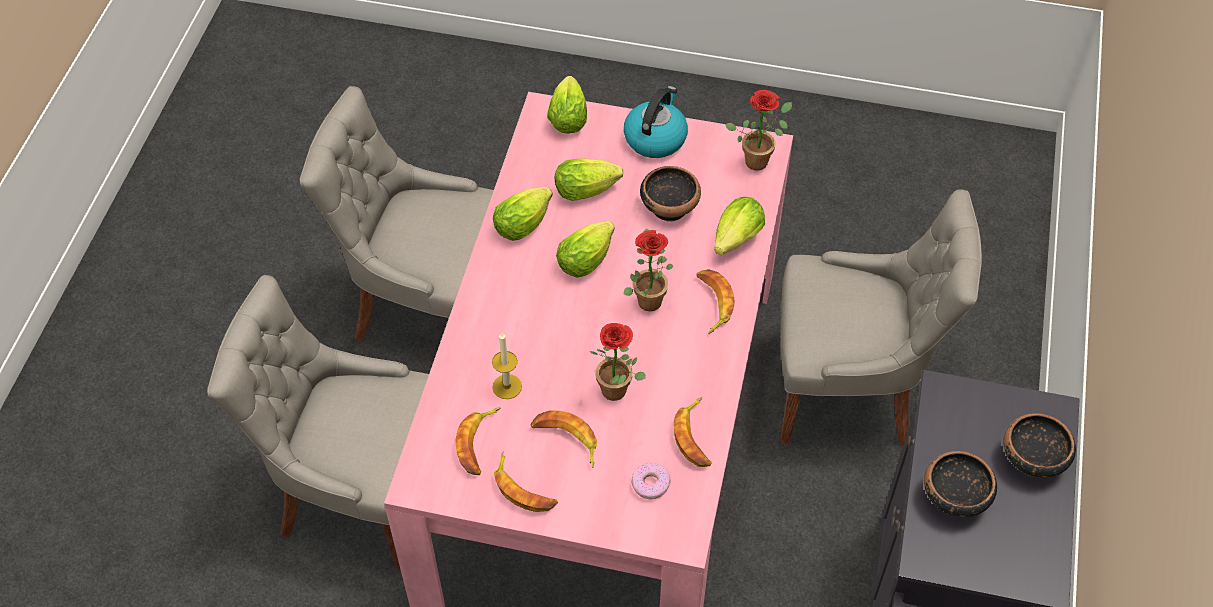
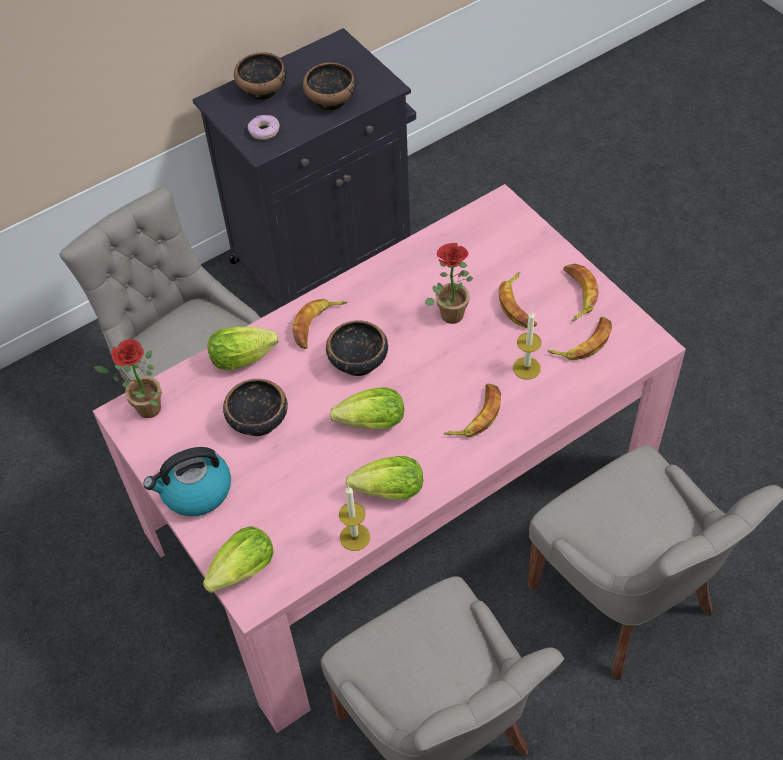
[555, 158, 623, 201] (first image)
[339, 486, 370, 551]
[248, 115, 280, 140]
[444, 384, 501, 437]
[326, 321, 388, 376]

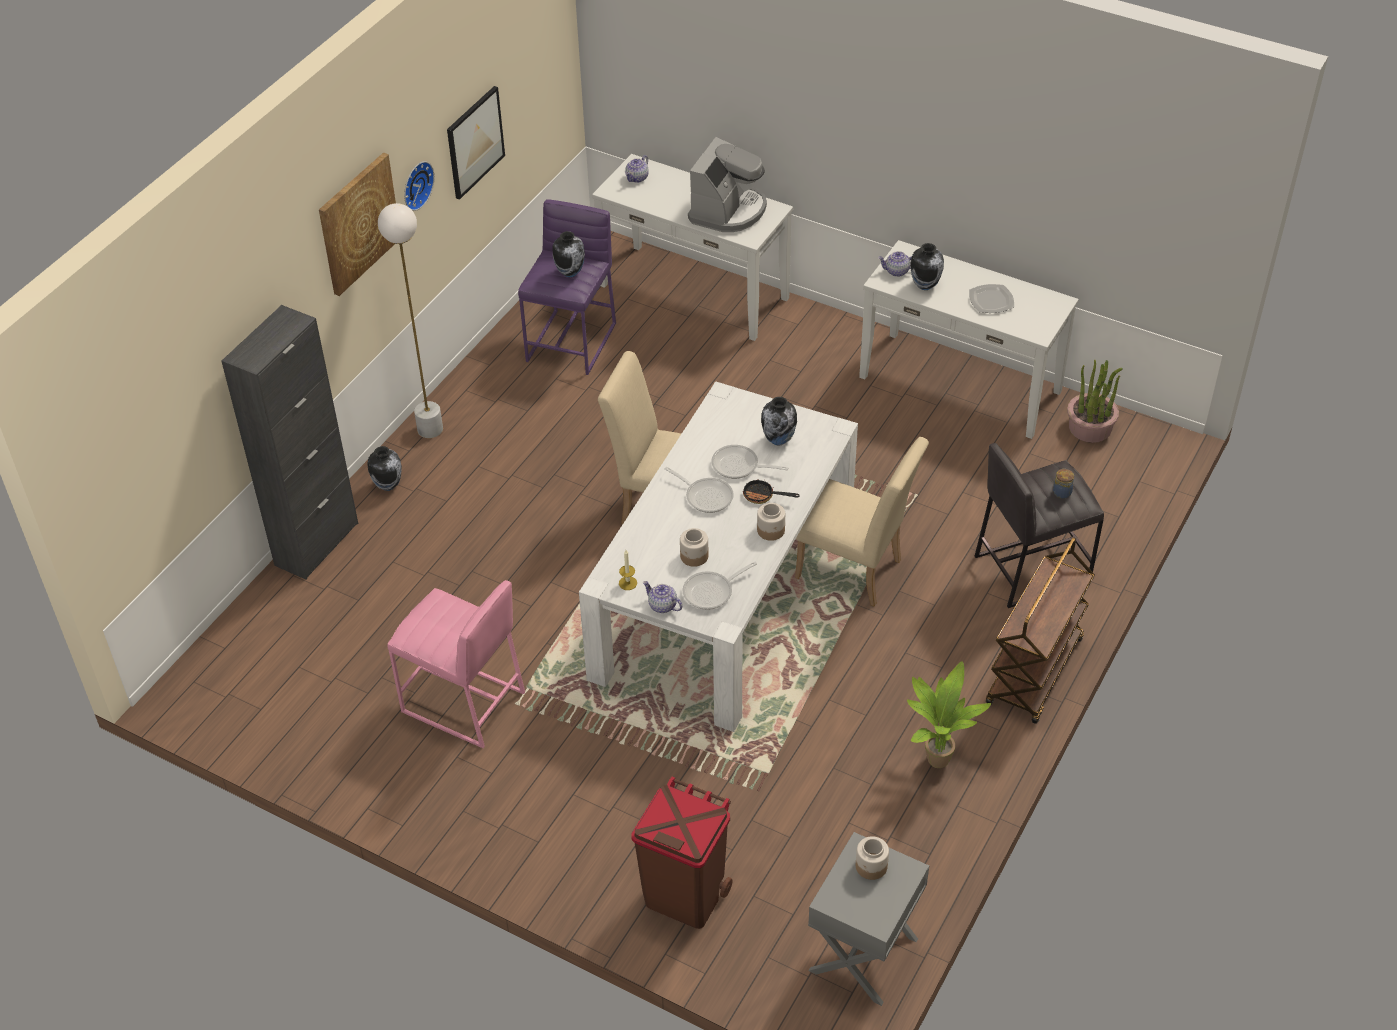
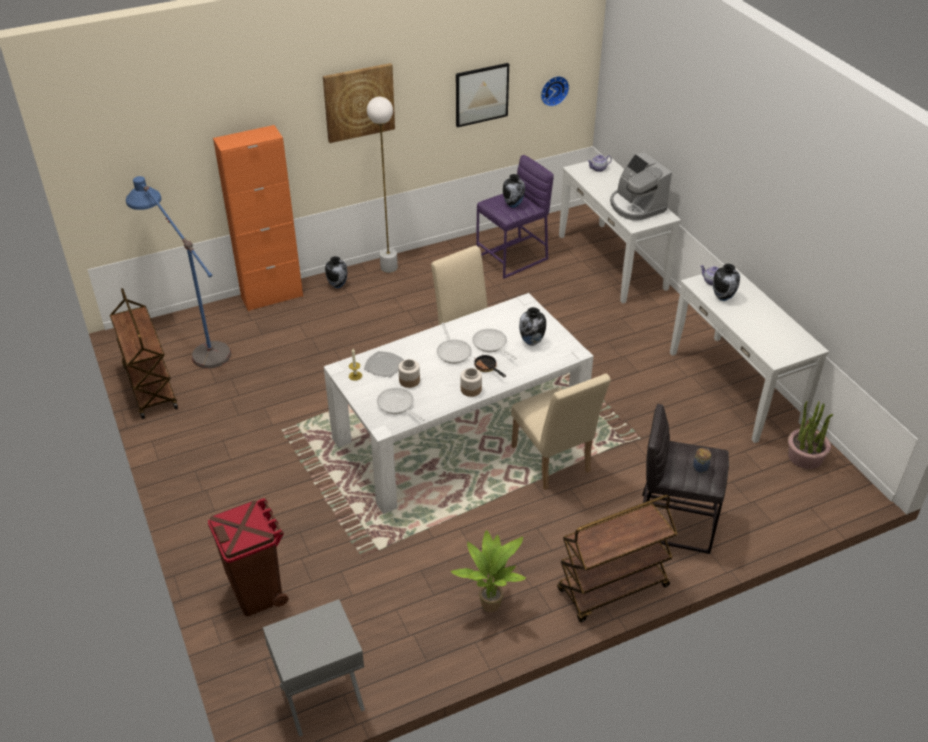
[387, 580, 525, 748] (first image)
[643, 581, 682, 613] (first image)
[856, 836, 889, 880] (first image)
[110, 288, 178, 419]
[126, 176, 231, 369]
[541, 76, 569, 107]
[364, 351, 404, 377]
[213, 125, 303, 311]
[377, 388, 425, 421]
[610, 152, 672, 221]

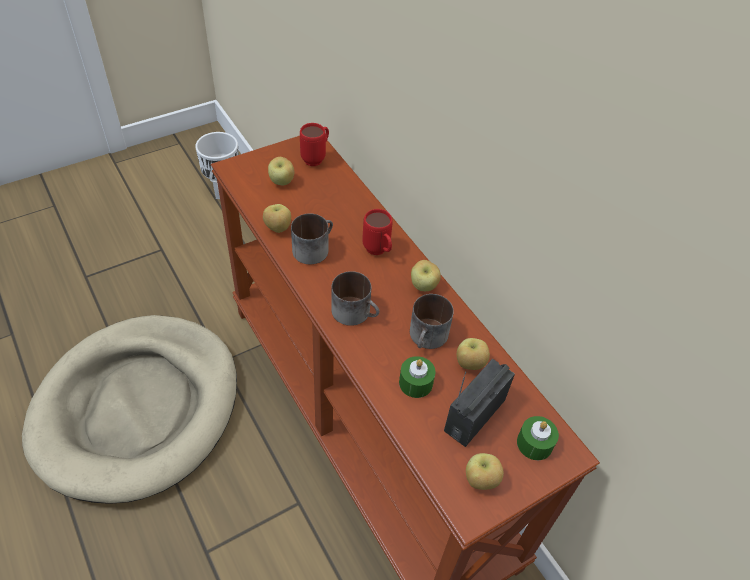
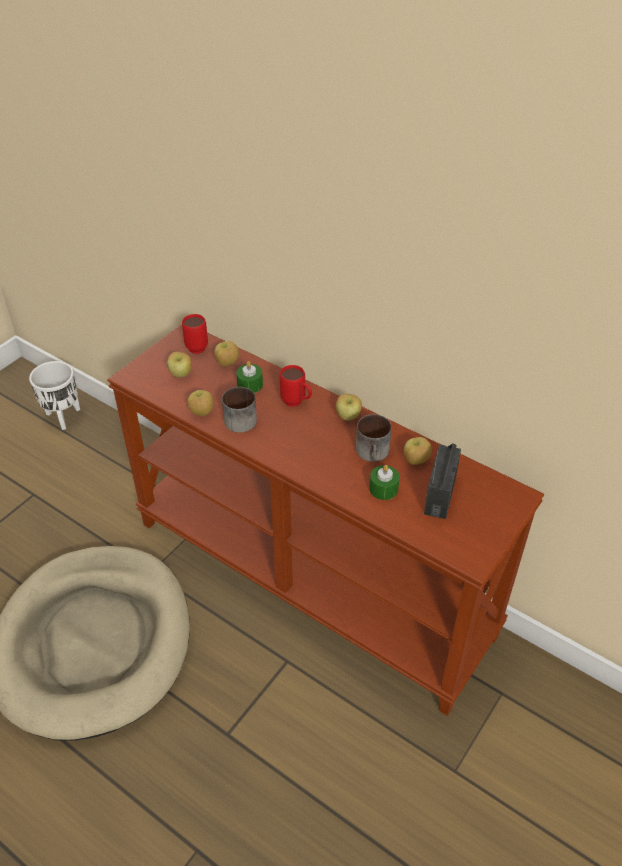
[331, 271, 380, 326] (first image)
[214, 341, 239, 366]
[236, 361, 263, 393]

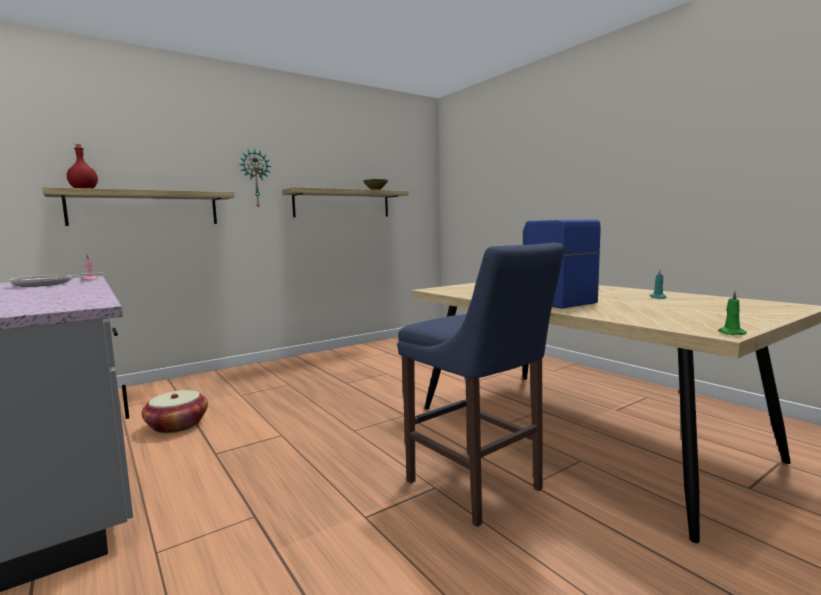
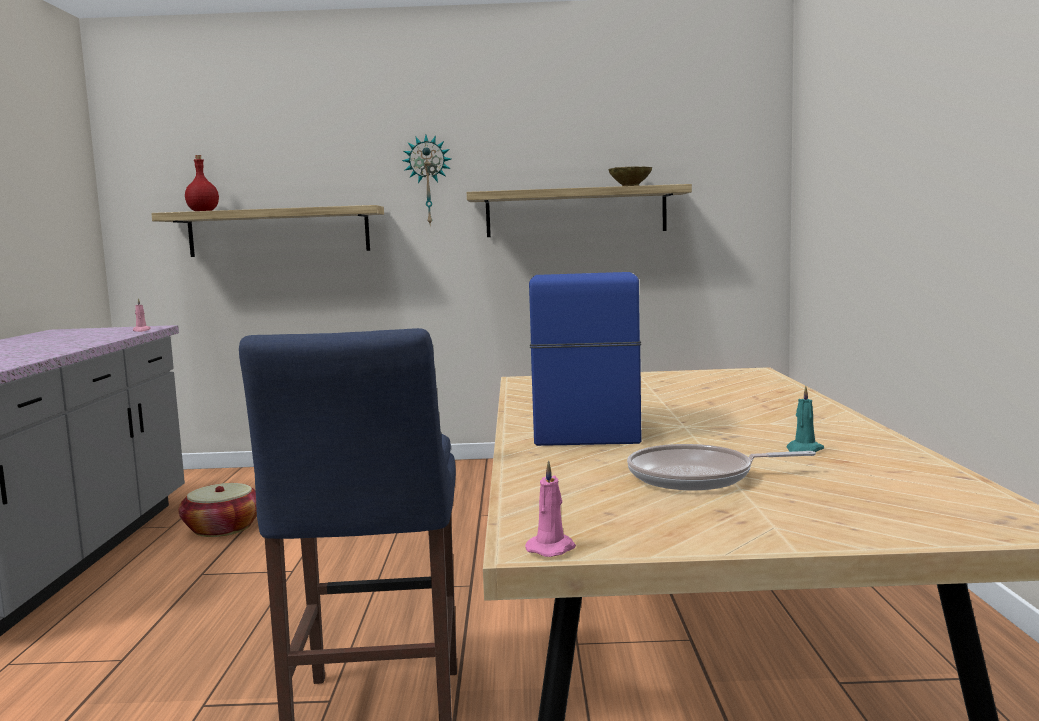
[627, 444, 816, 490]
[525, 460, 576, 557]

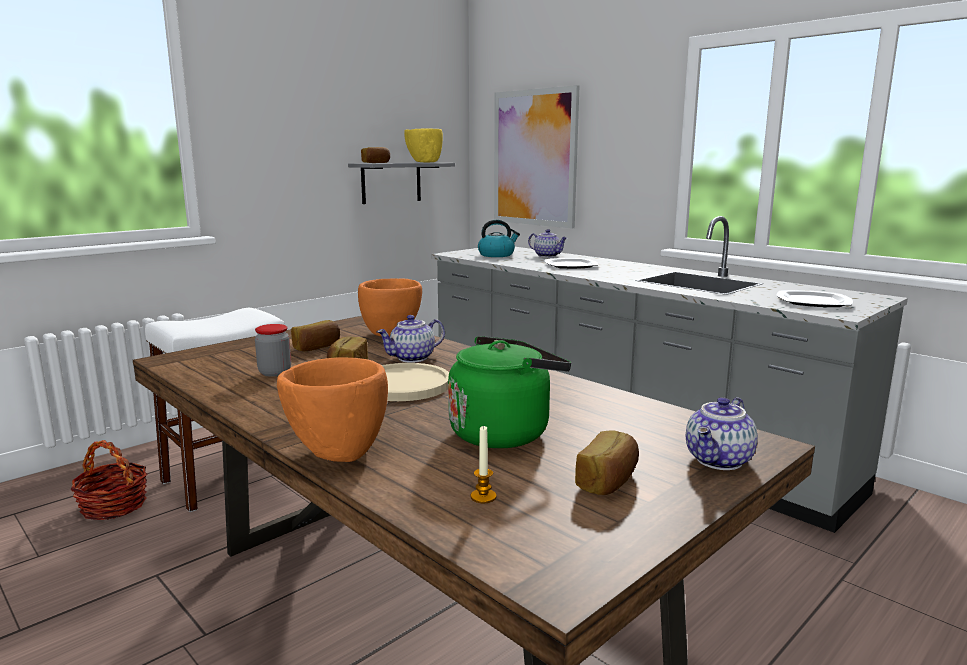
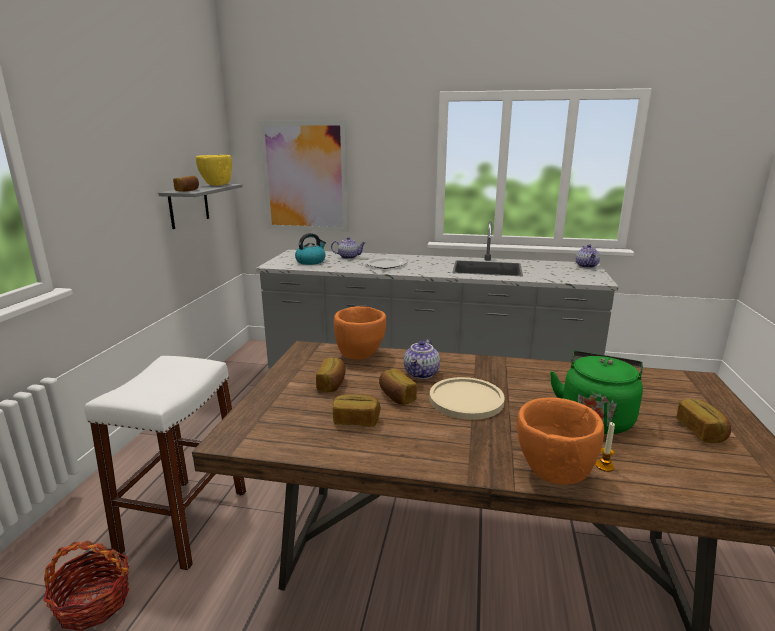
[776, 290, 853, 307] (first image)
[596, 422, 615, 472]
[576, 244, 600, 268]
[333, 394, 381, 427]

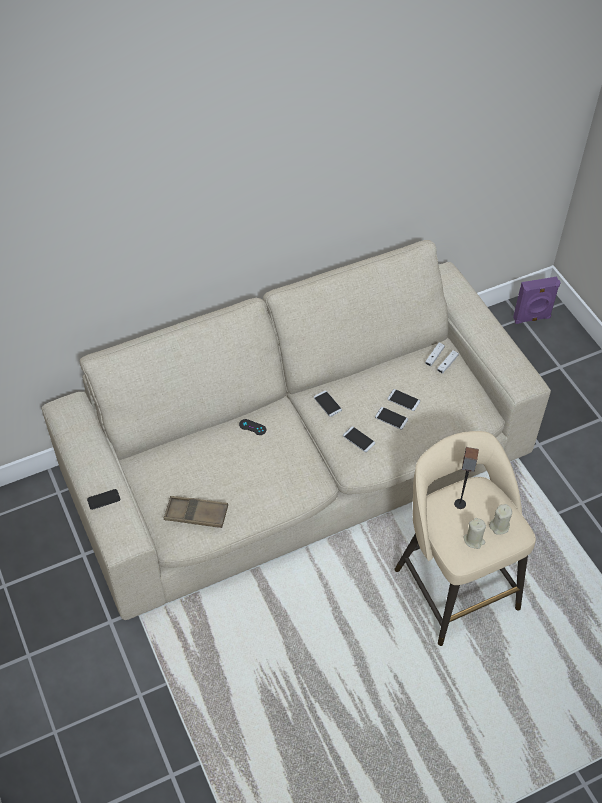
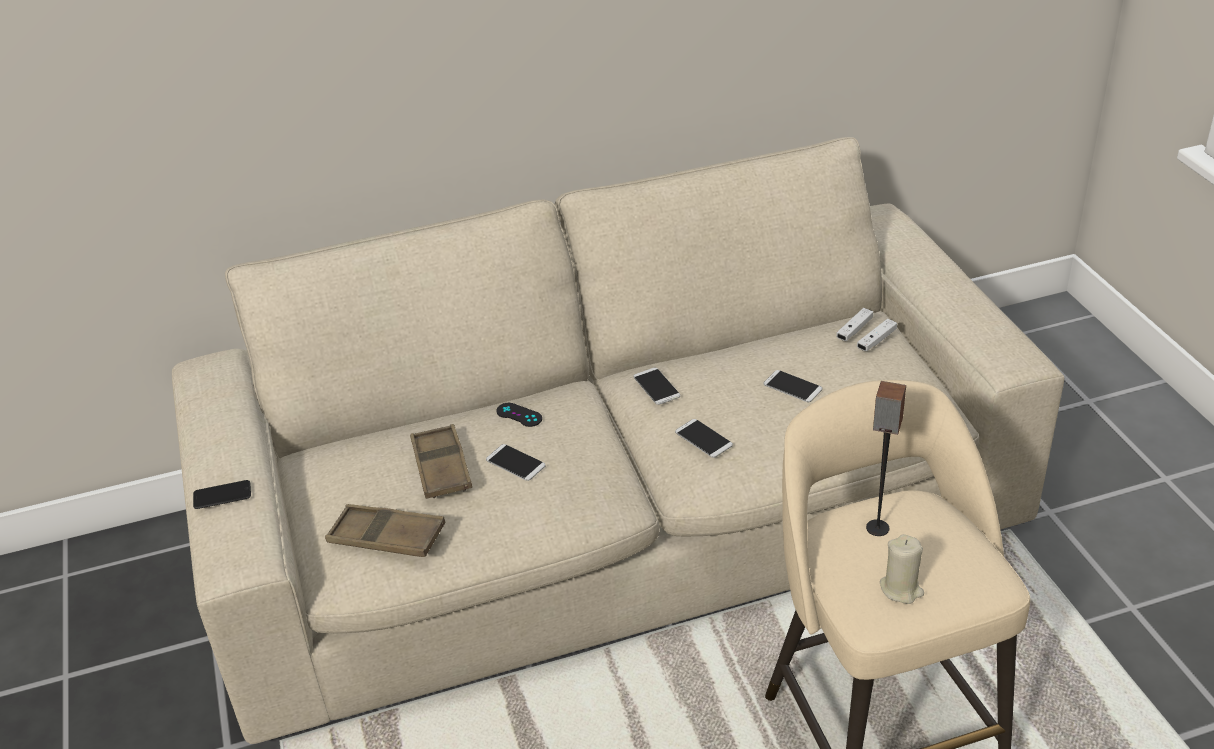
[489, 504, 512, 535] (first image)
[513, 277, 561, 324] (first image)
[410, 424, 472, 499]
[486, 444, 546, 481]

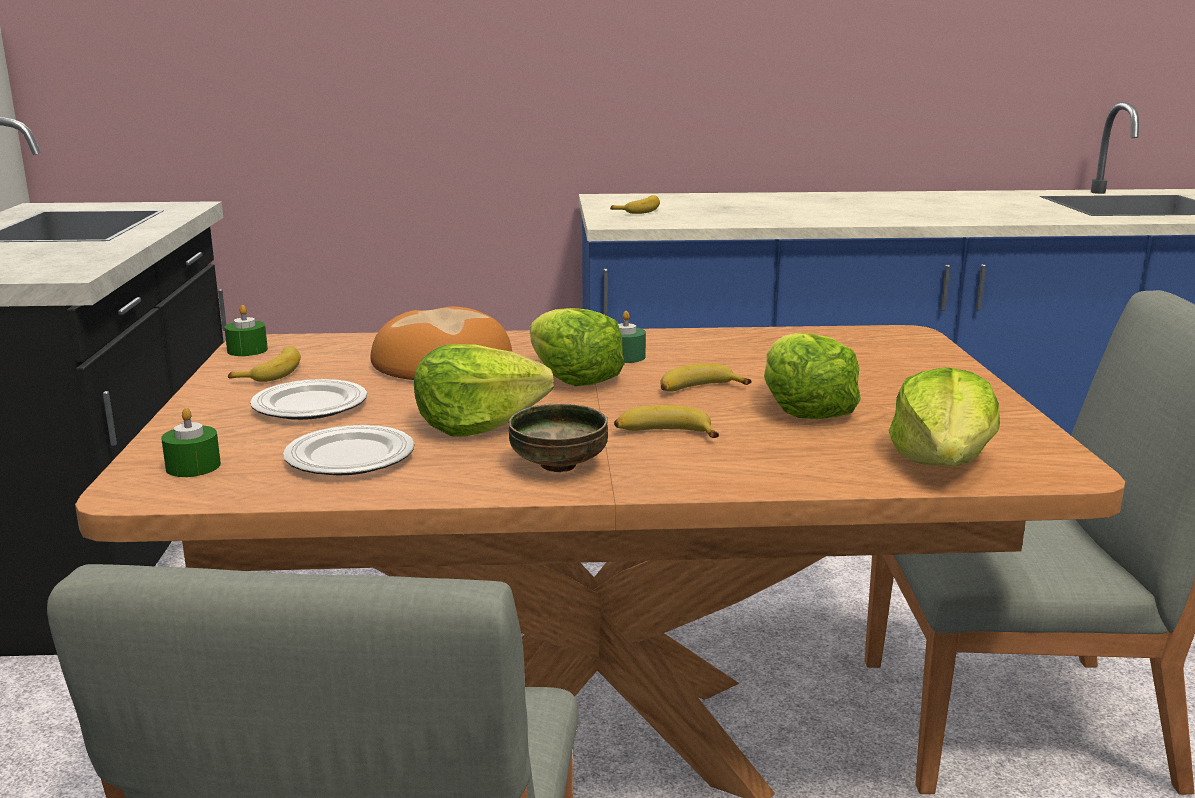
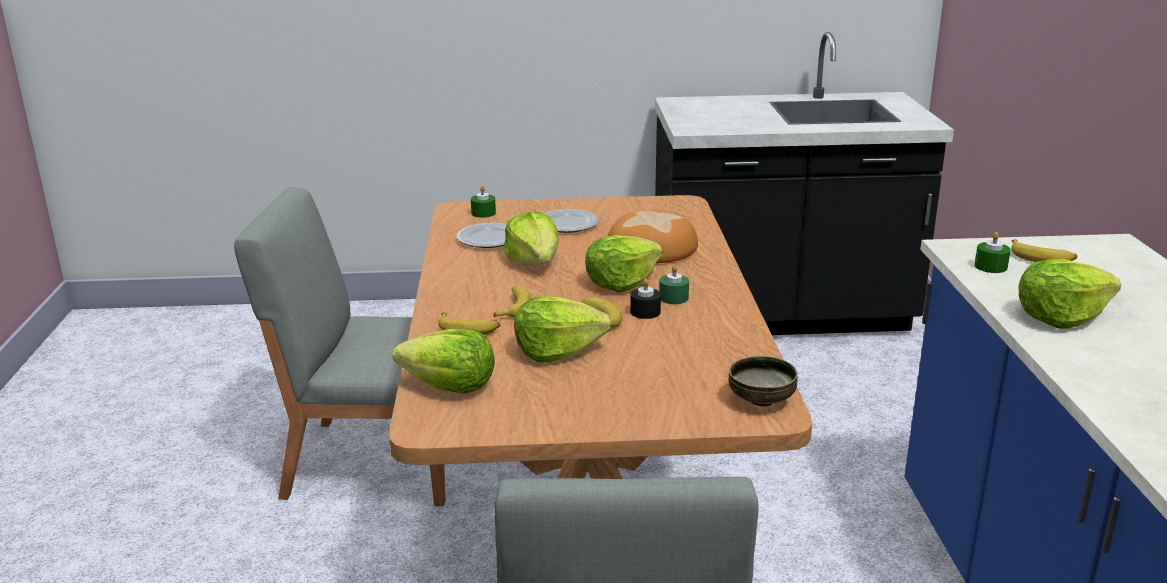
[630, 279, 661, 319]
[1018, 259, 1121, 329]
[974, 232, 1011, 273]
[438, 312, 500, 335]
[729, 356, 798, 407]

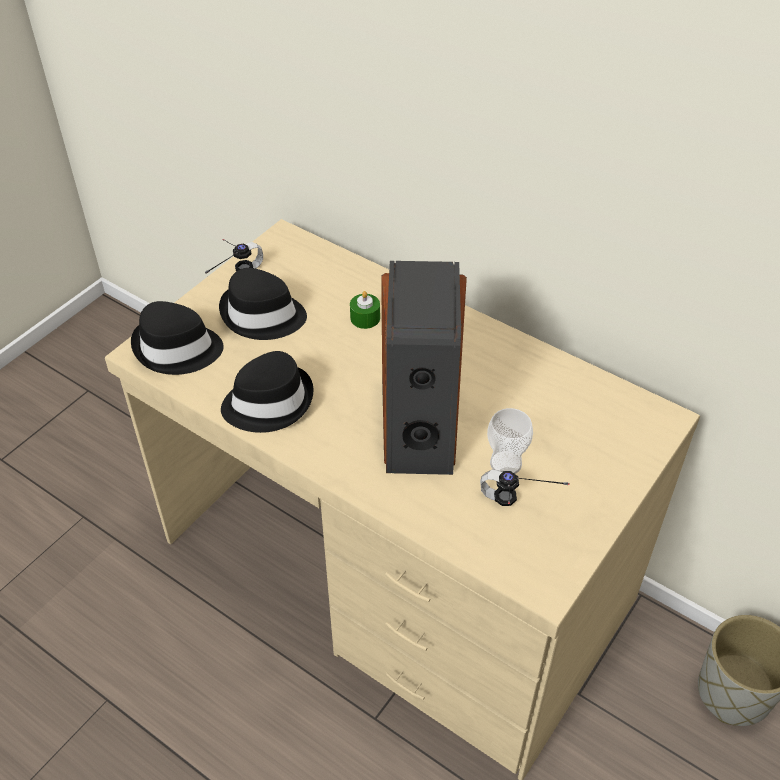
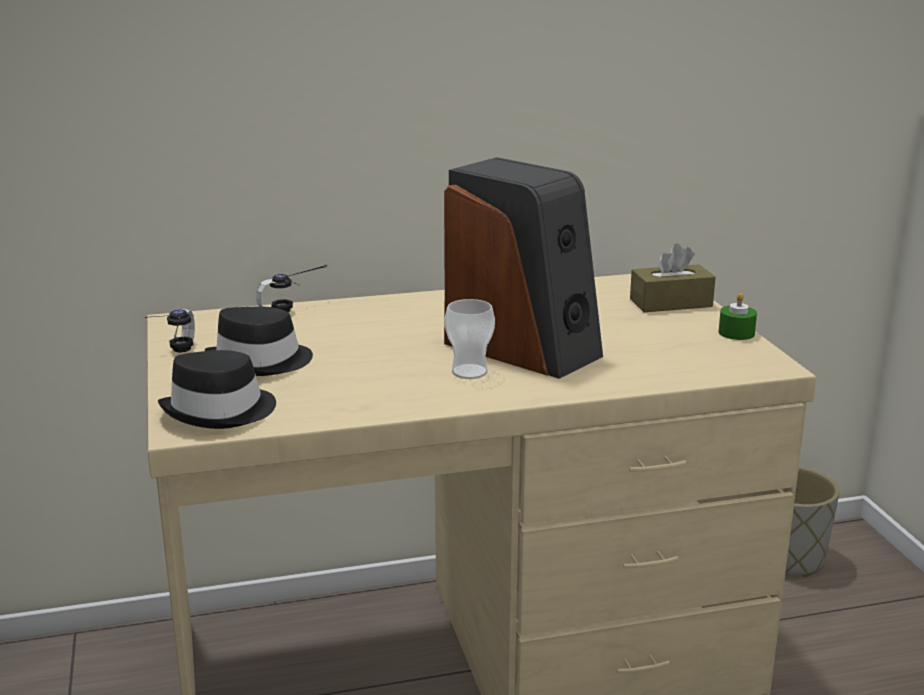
[221, 351, 313, 433] (first image)
[630, 243, 716, 312]
[719, 293, 757, 340]
[256, 265, 327, 312]
[445, 299, 495, 379]

